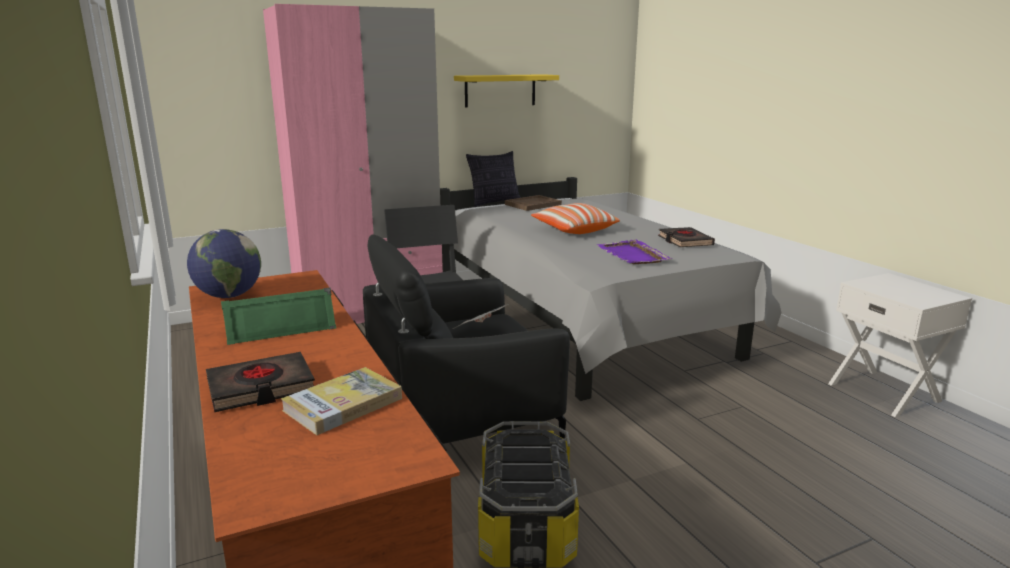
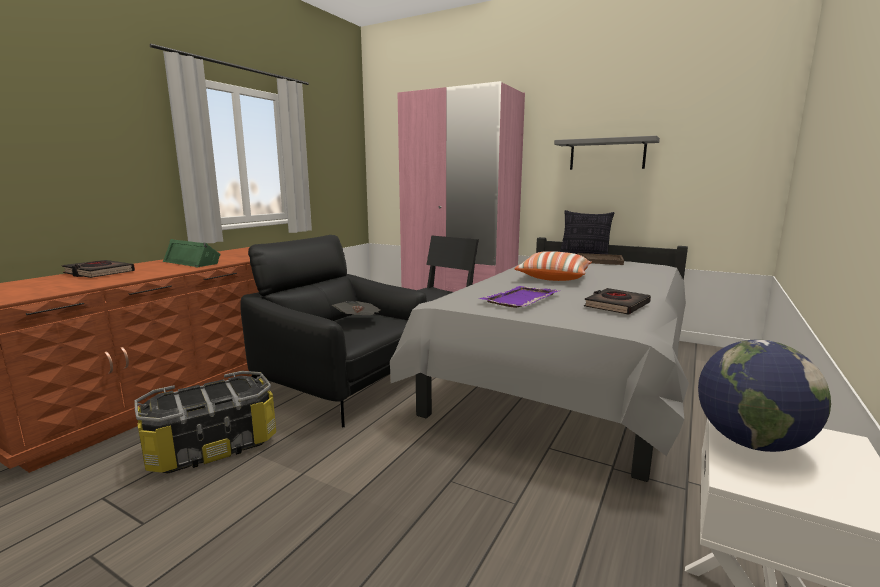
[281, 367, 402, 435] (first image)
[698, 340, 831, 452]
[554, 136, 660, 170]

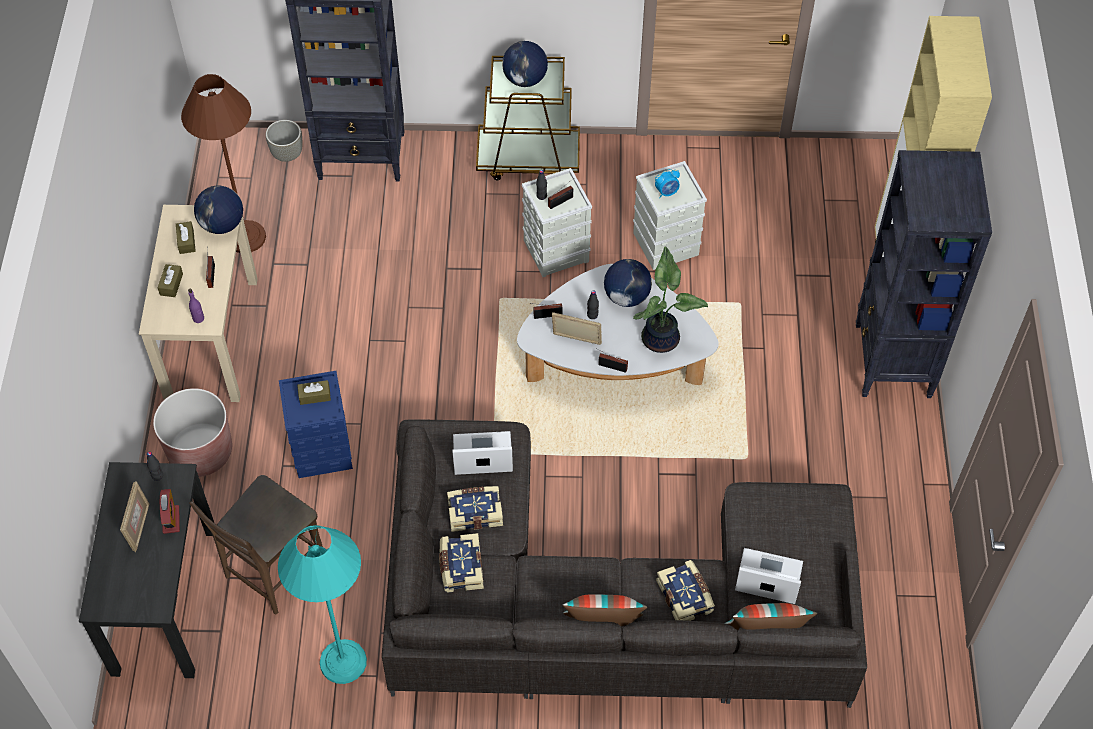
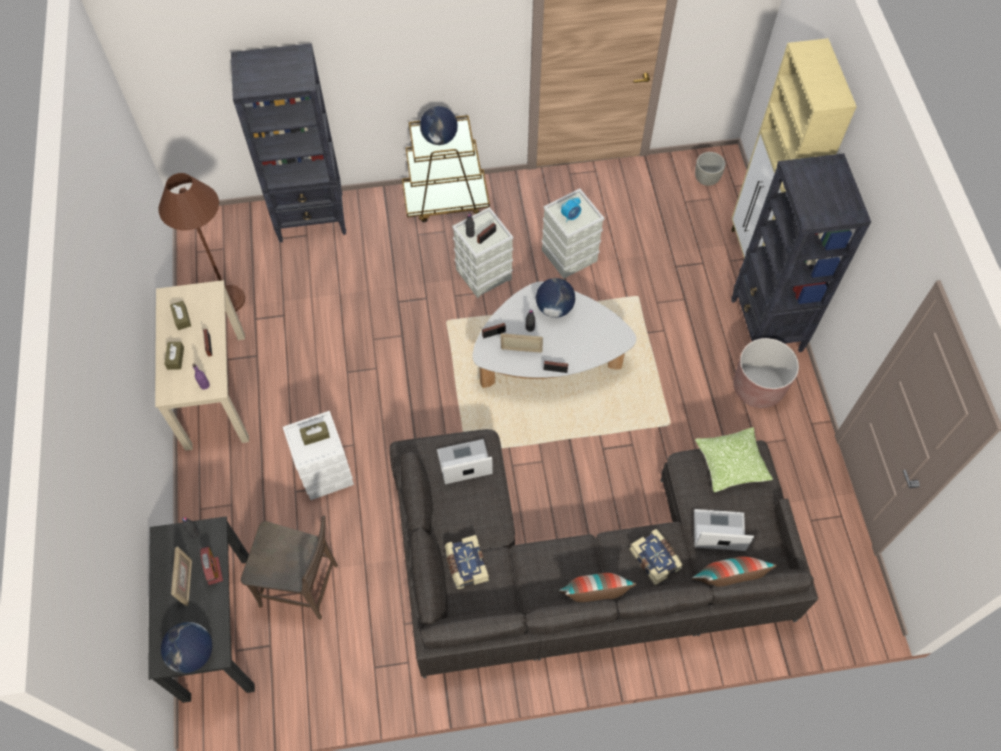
[278, 525, 367, 684] (first image)
[447, 486, 503, 532] (first image)
[633, 246, 708, 353] (first image)
[695, 427, 773, 492]
[733, 338, 799, 408]
[161, 622, 212, 673]
[695, 152, 726, 186]
[283, 411, 354, 500]
[241, 516, 338, 620]

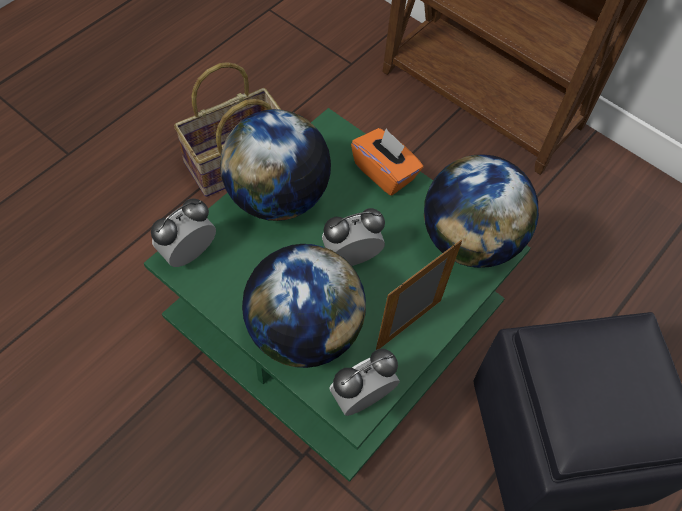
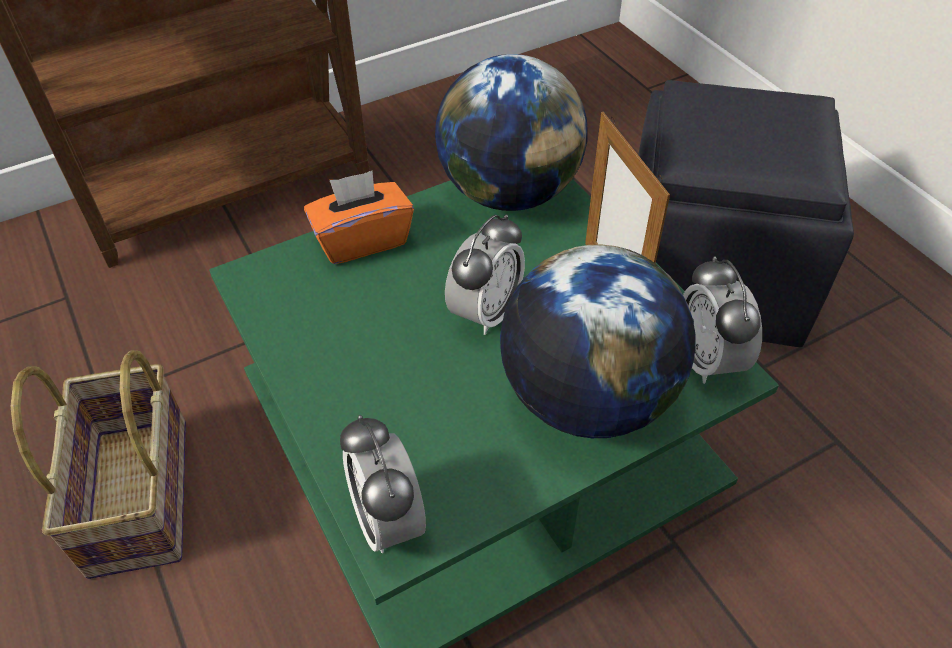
[220, 109, 331, 221] (first image)
[445, 214, 525, 335]

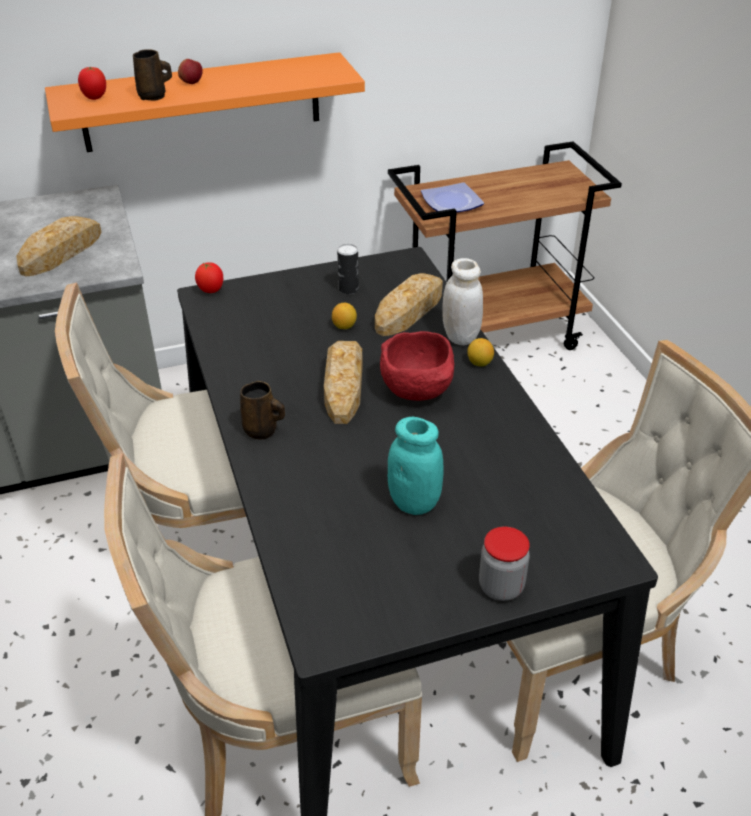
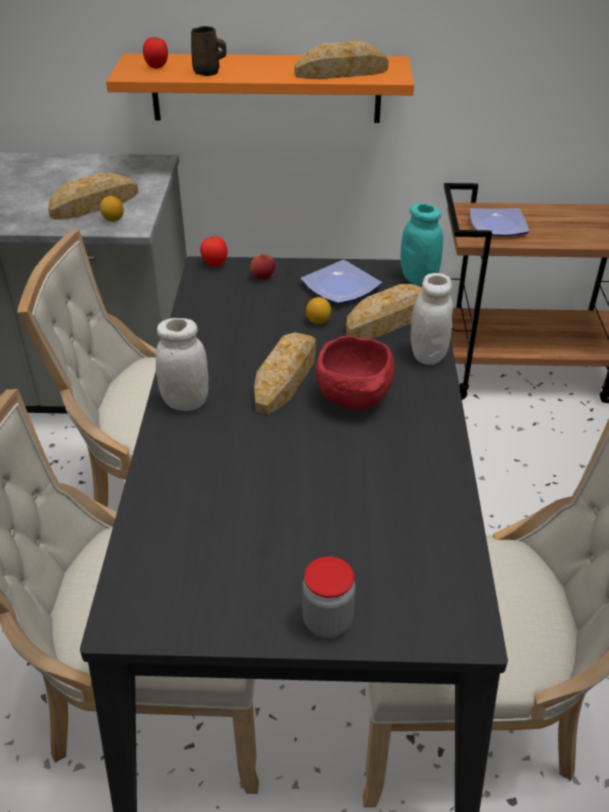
[294, 41, 389, 79]
[250, 254, 275, 279]
[400, 203, 443, 285]
[100, 196, 124, 222]
[156, 318, 209, 411]
[300, 260, 382, 304]

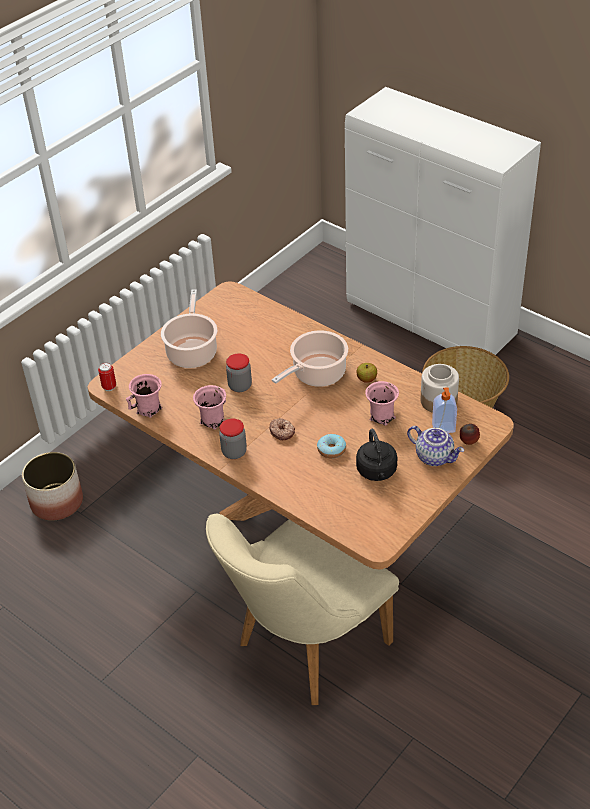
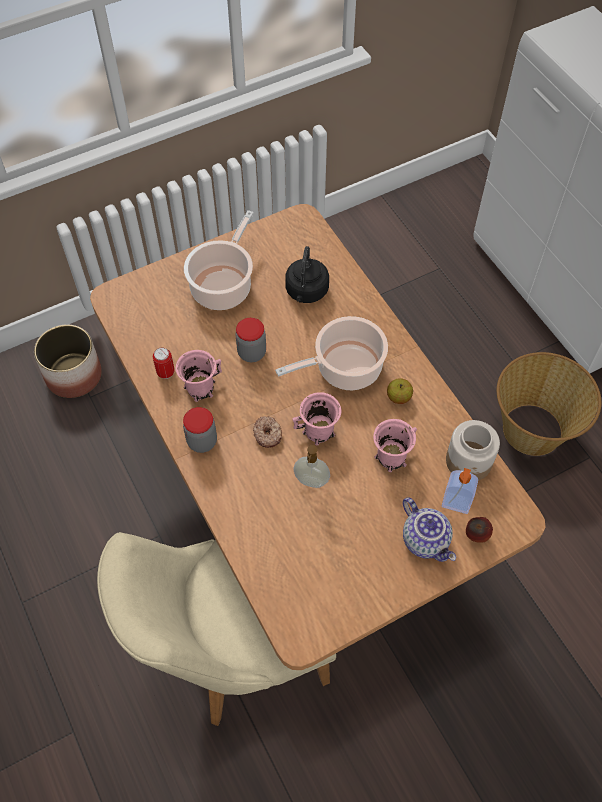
[153, 348, 175, 379]
[293, 392, 341, 445]
[285, 246, 329, 303]
[293, 445, 330, 488]

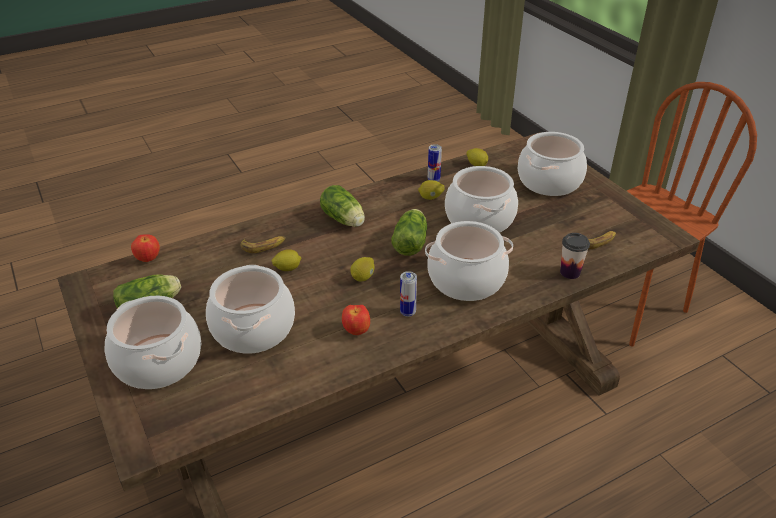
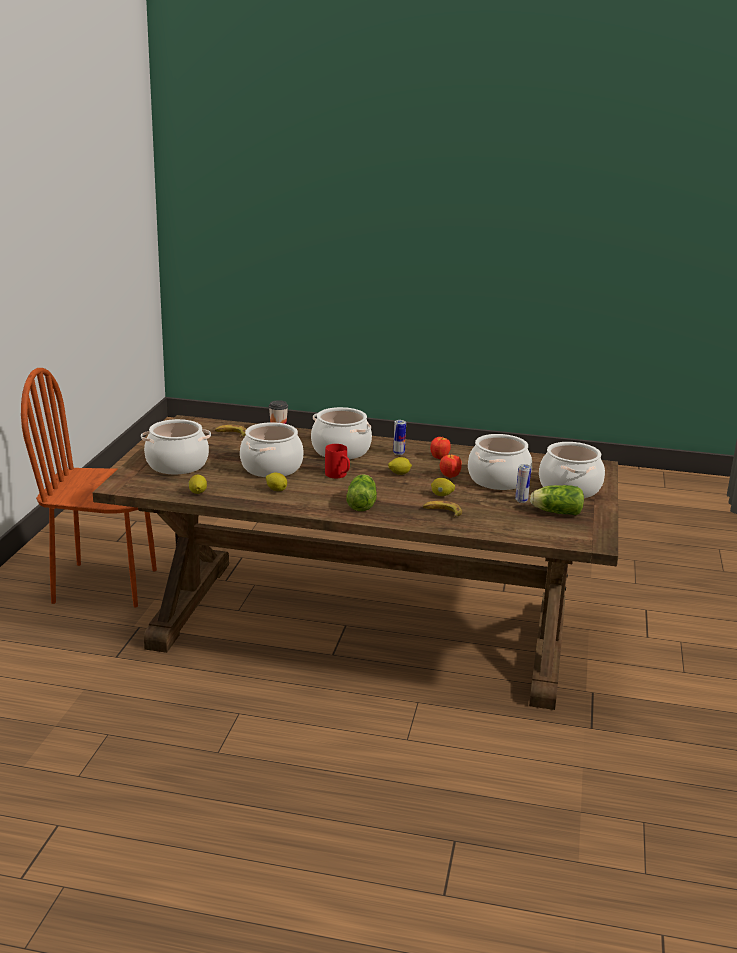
[440, 454, 462, 478]
[515, 464, 531, 503]
[325, 444, 350, 478]

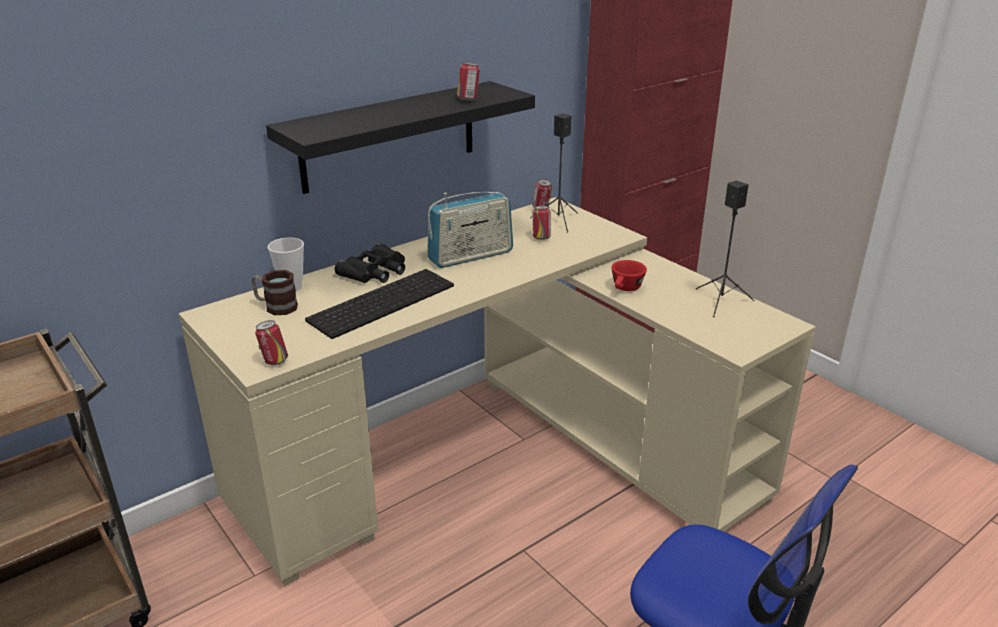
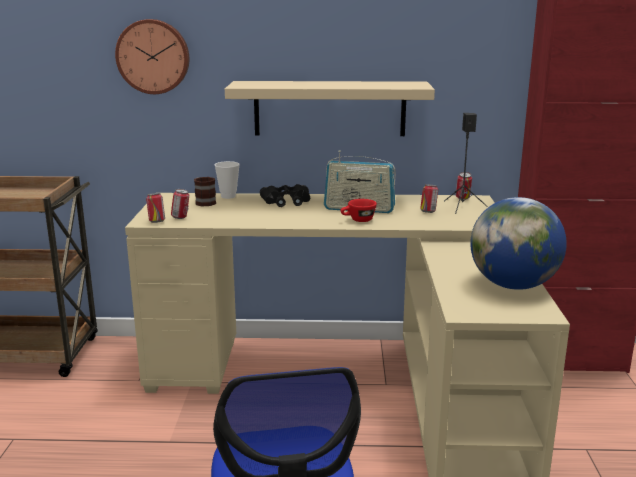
[305, 269, 454, 339] (first image)
[115, 19, 189, 94]
[171, 189, 189, 219]
[340, 199, 377, 222]
[470, 197, 567, 290]
[225, 81, 435, 136]

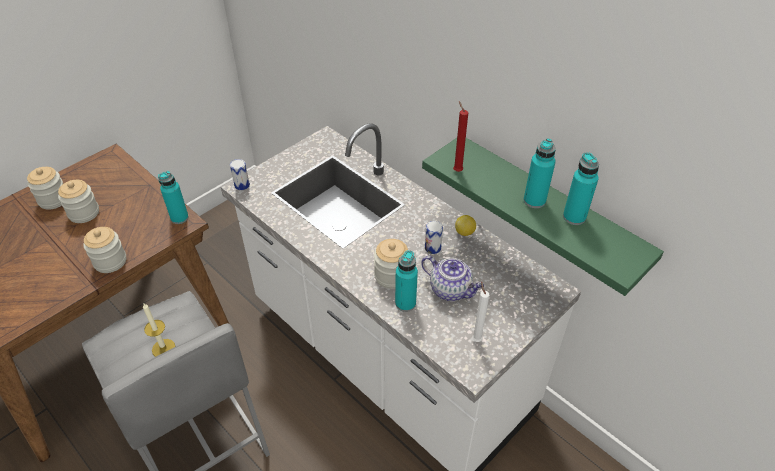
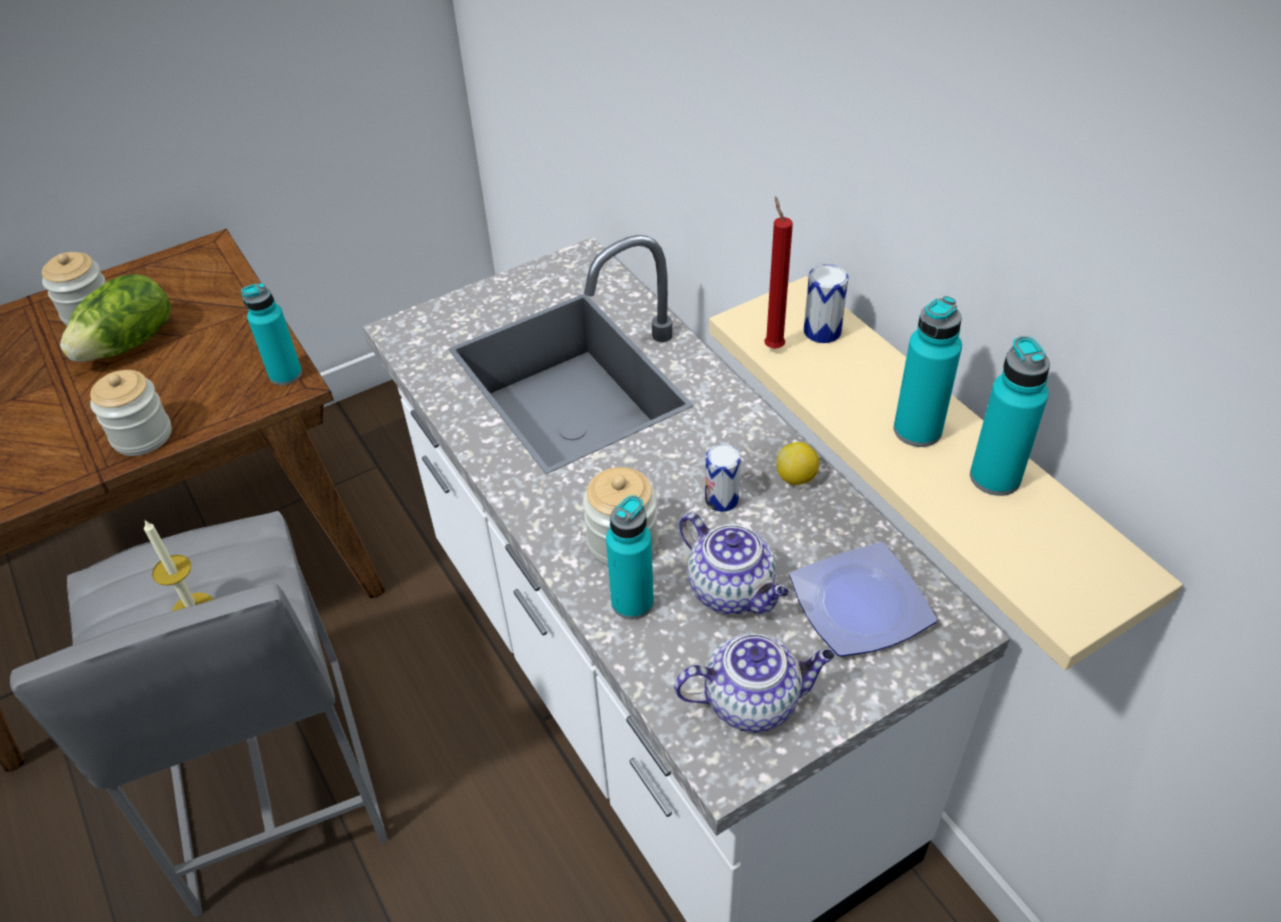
[789, 542, 937, 657]
[804, 264, 849, 343]
[60, 274, 171, 362]
[674, 633, 835, 733]
[709, 276, 1183, 670]

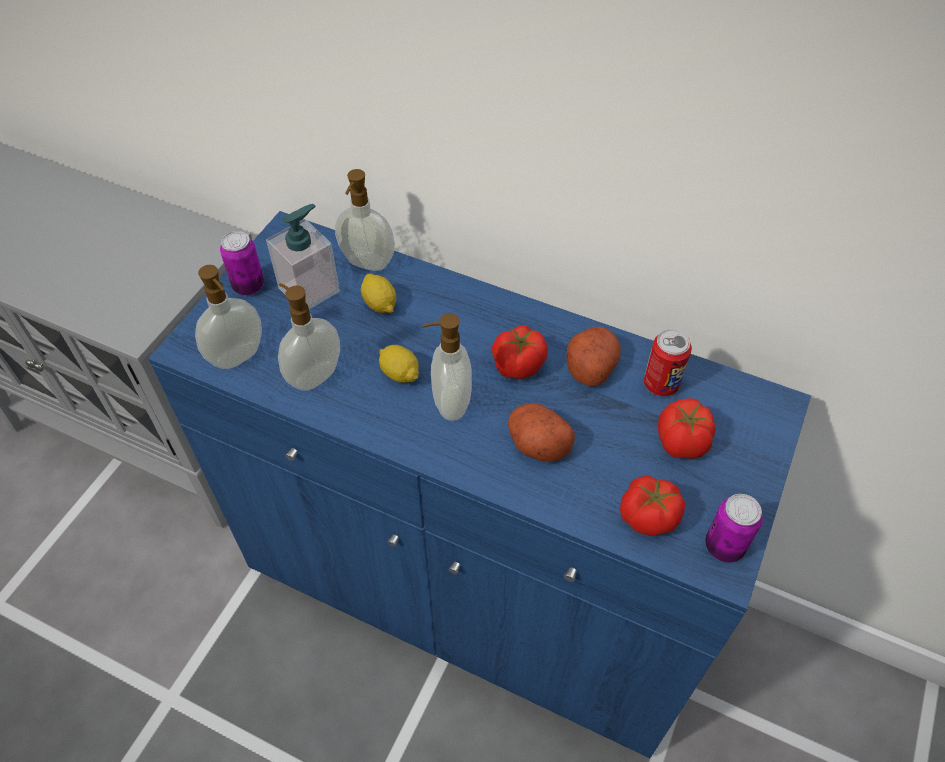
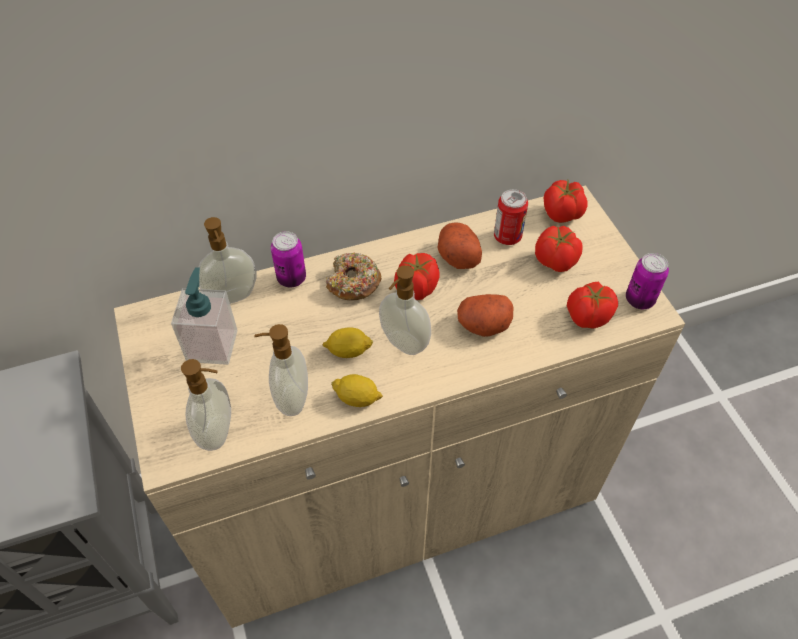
[326, 253, 382, 300]
[544, 180, 588, 223]
[271, 231, 306, 287]
[331, 374, 383, 407]
[114, 185, 685, 628]

